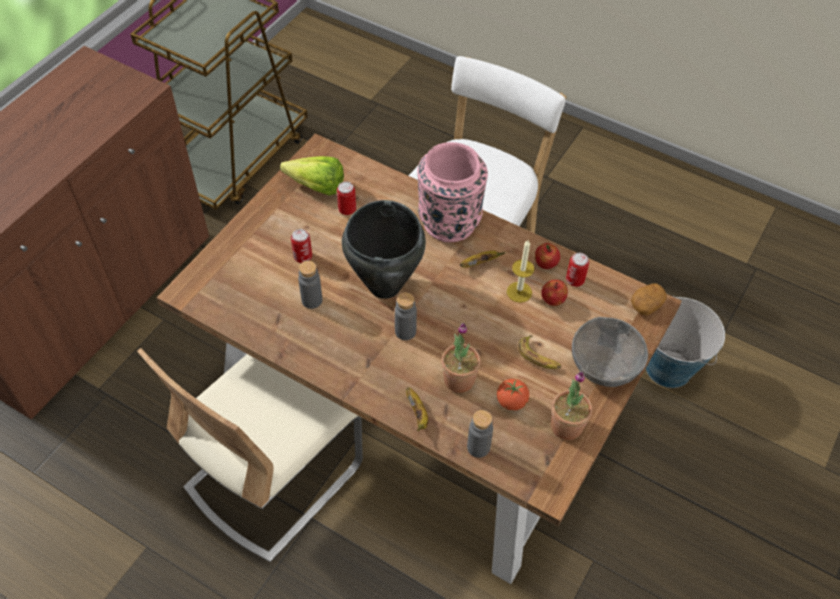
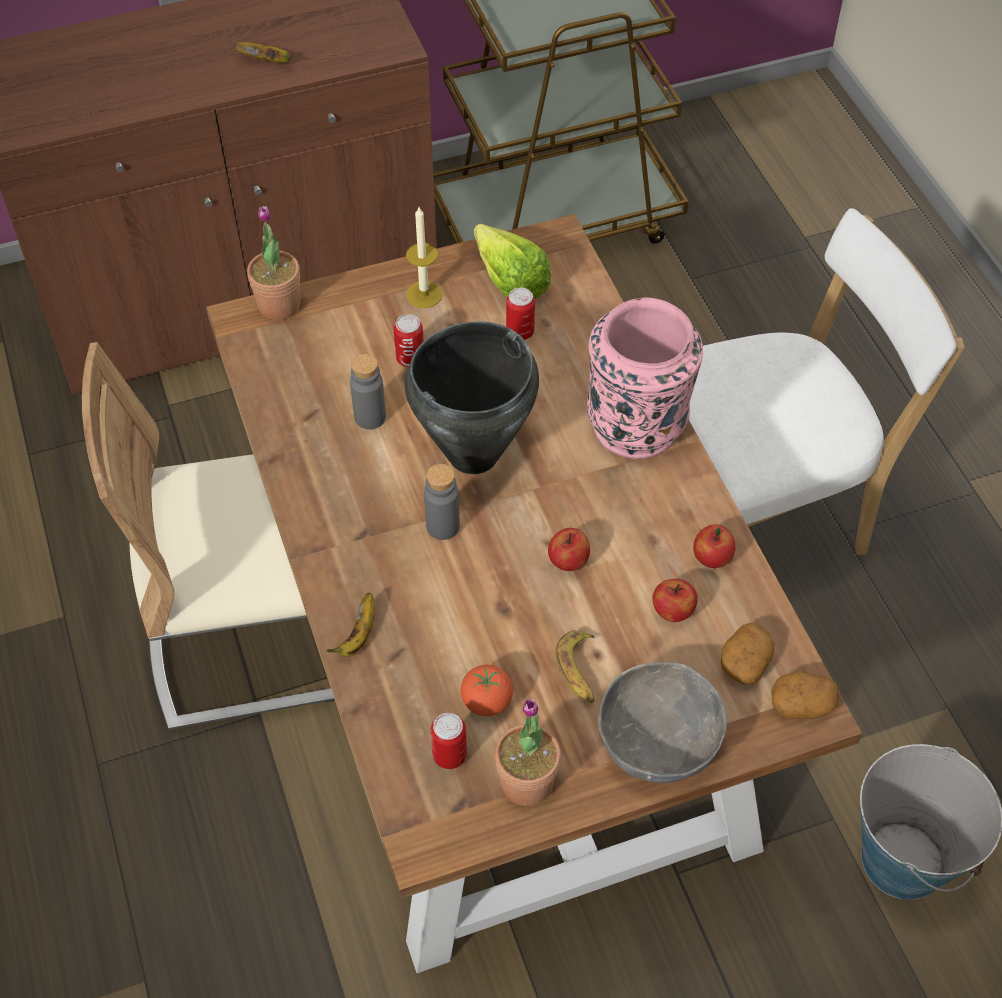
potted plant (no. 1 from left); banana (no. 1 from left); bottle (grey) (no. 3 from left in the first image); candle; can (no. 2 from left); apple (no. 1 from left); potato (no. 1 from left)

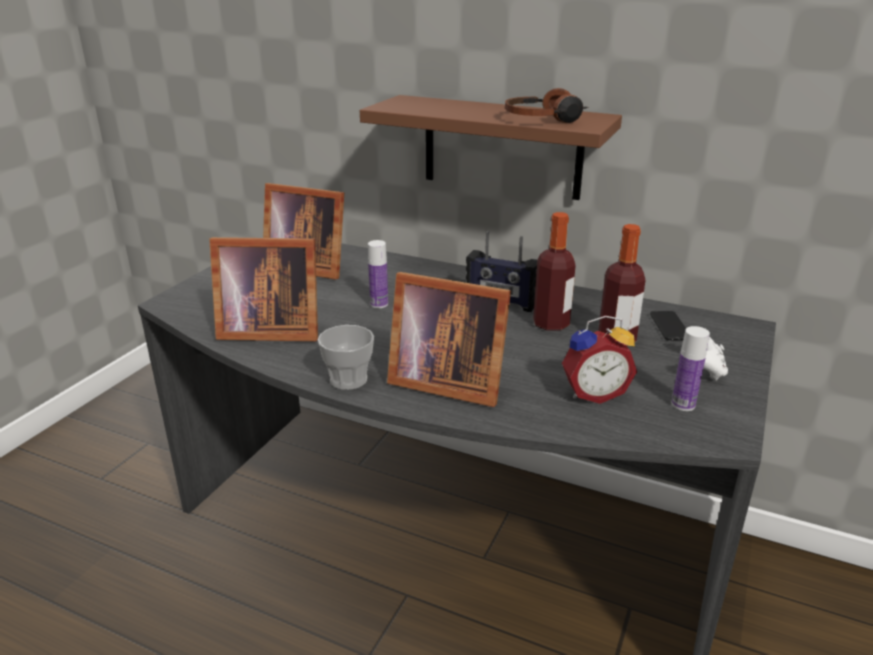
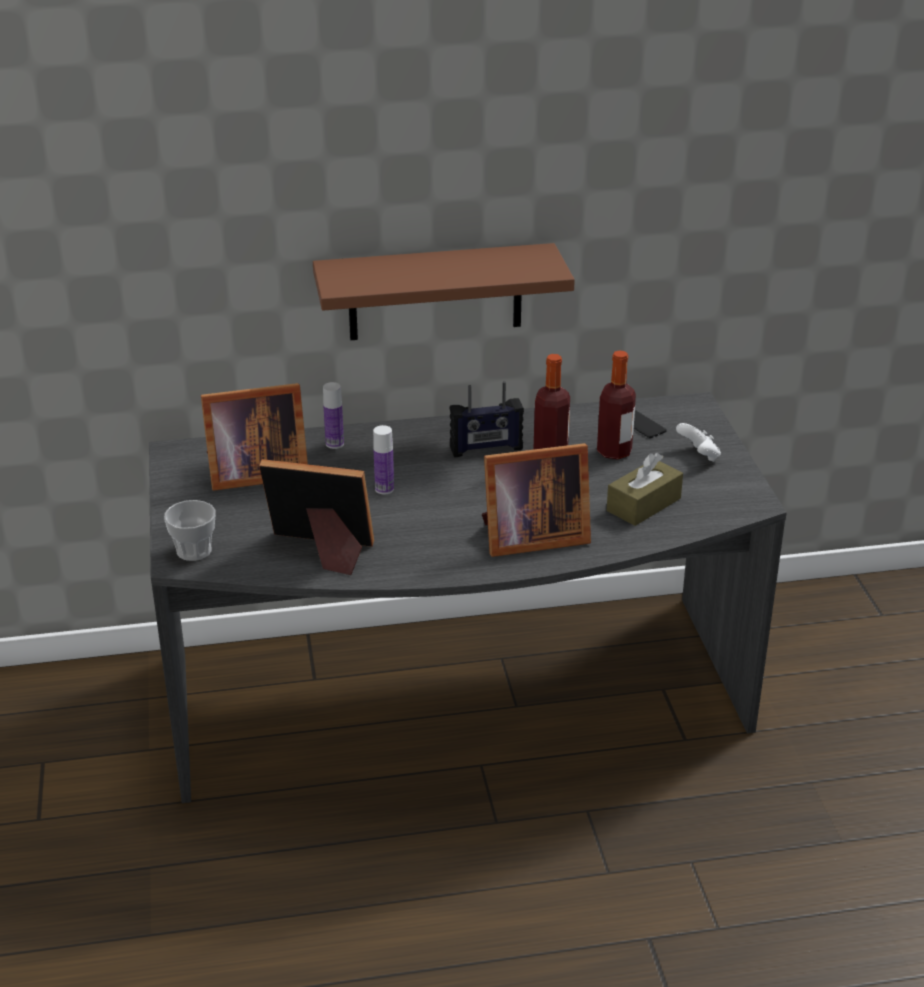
picture frame (no. 2 from left); cup; headphones; tissue box (brown); bottle (no. 1 from left)

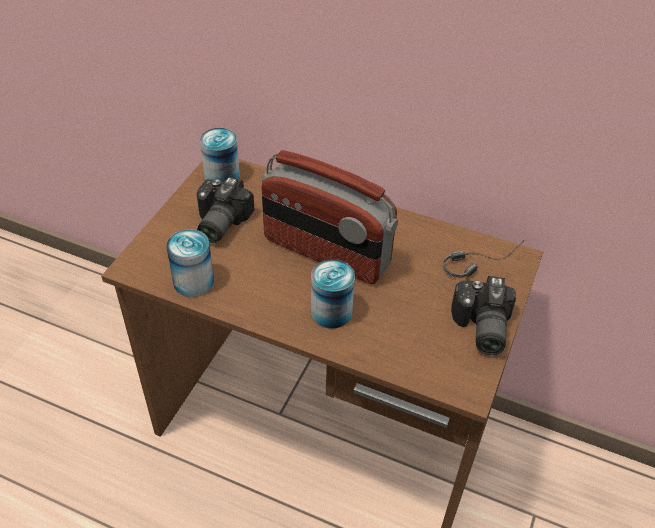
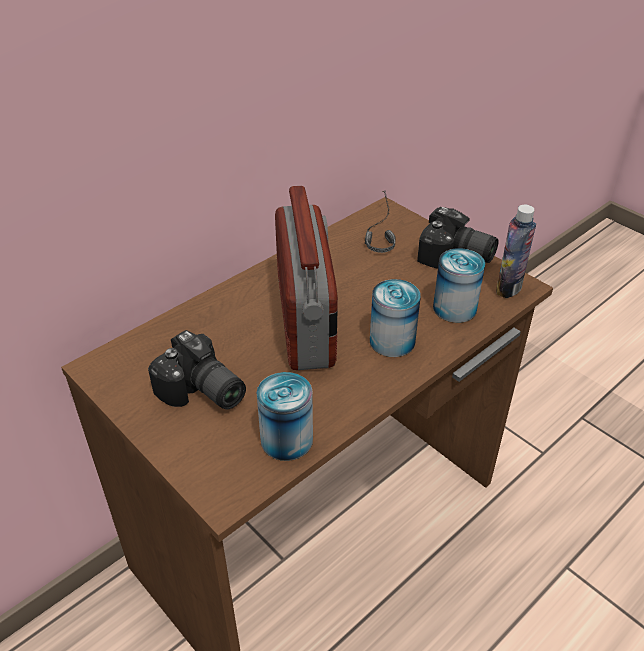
can (no. 3 from left); radio; bottle

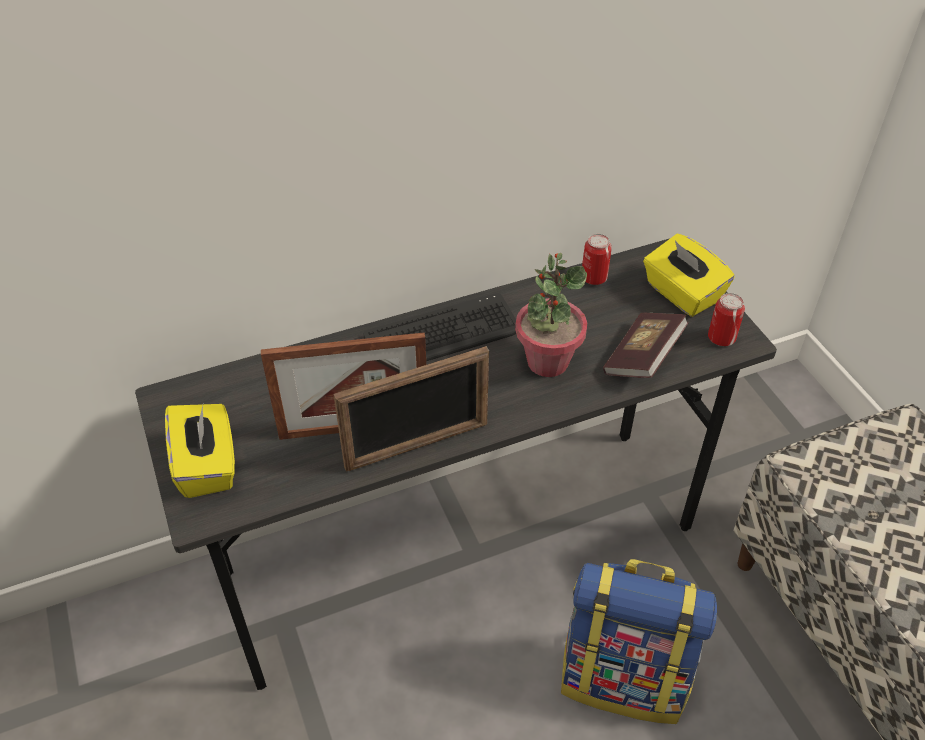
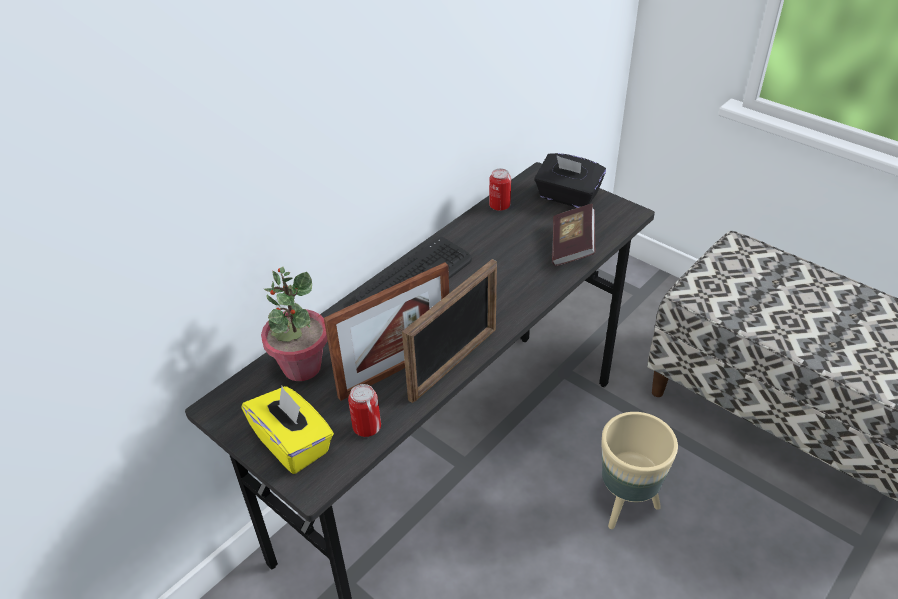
potted plant; planter (beige); tissue box (black); can (no. 1 from left)

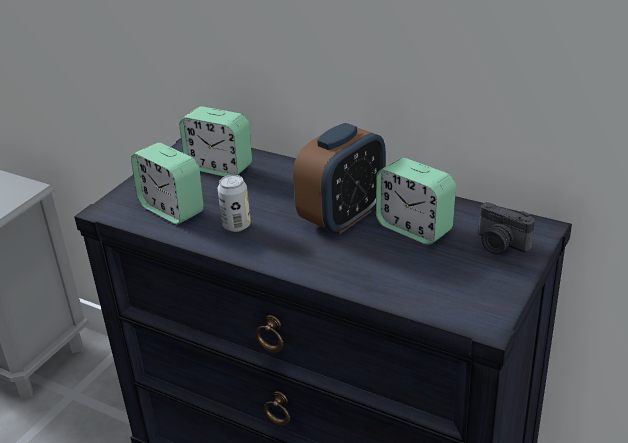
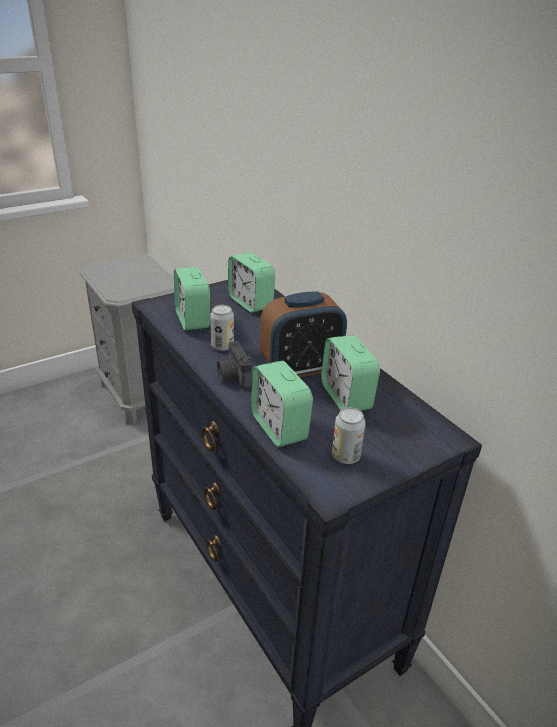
photo camera; alarm clock (no. 3 from left); can (no. 2 from left)

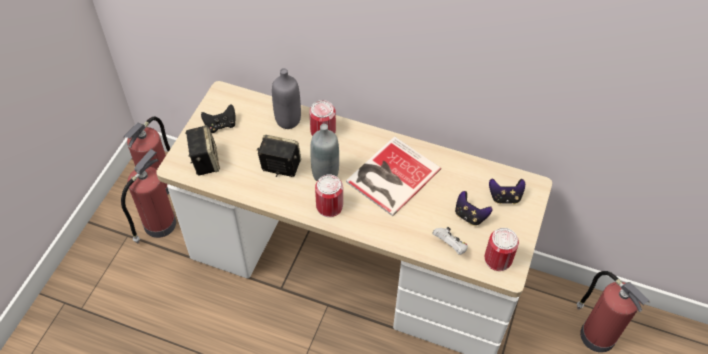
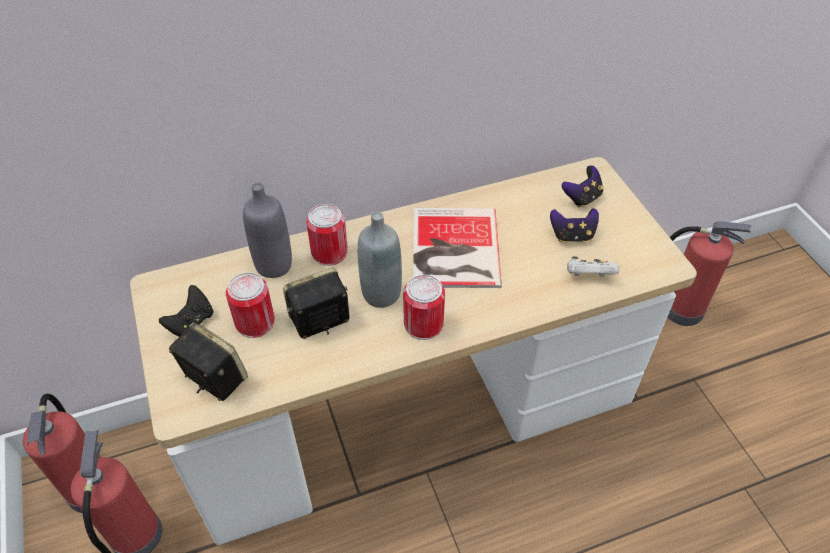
can (no. 1 from left)

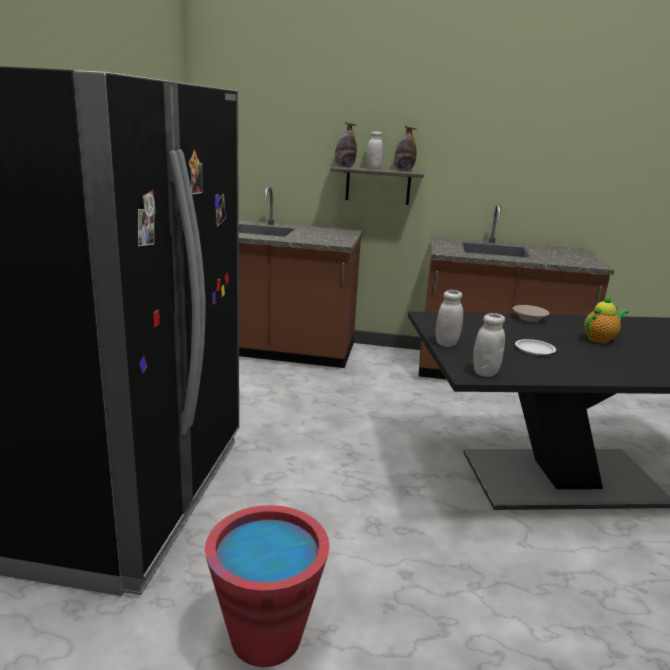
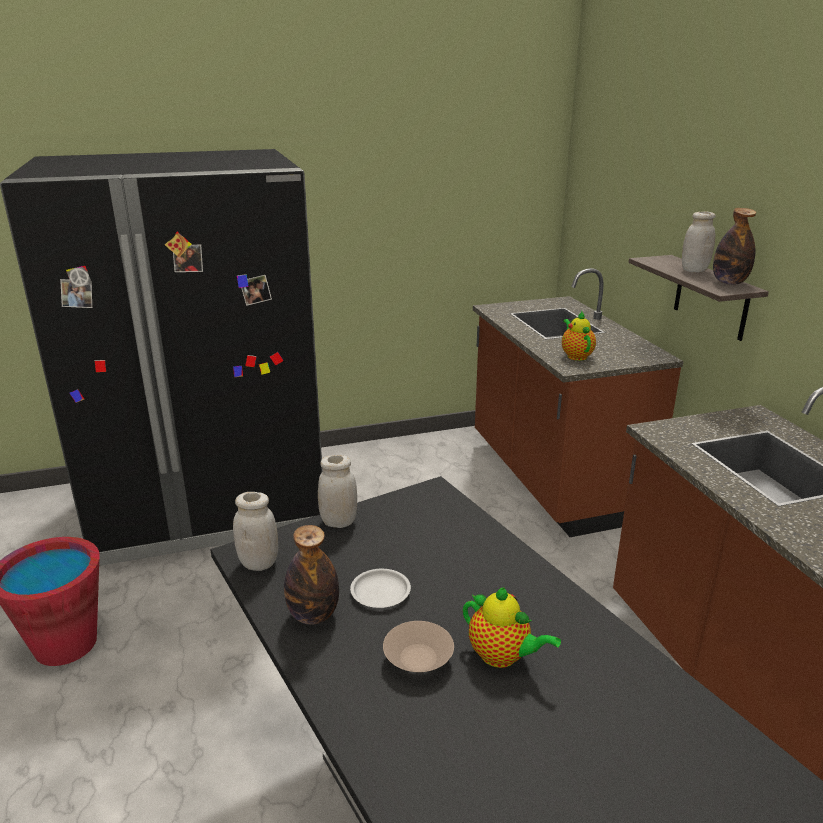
bottle (no. 1 from left); bowl (beige); teapot (no. 2 from left)

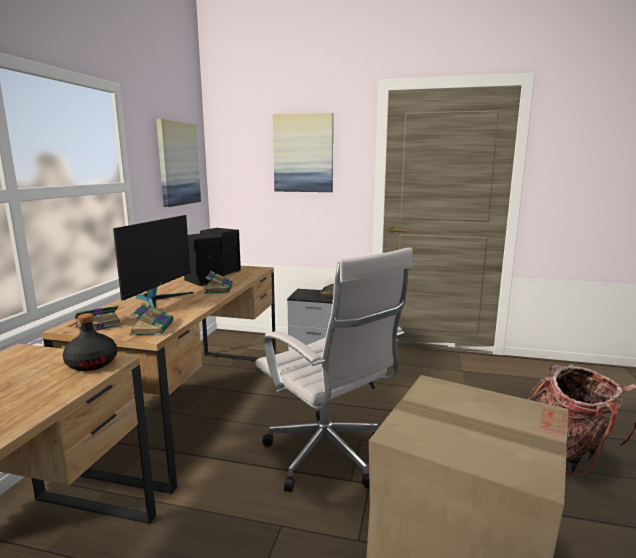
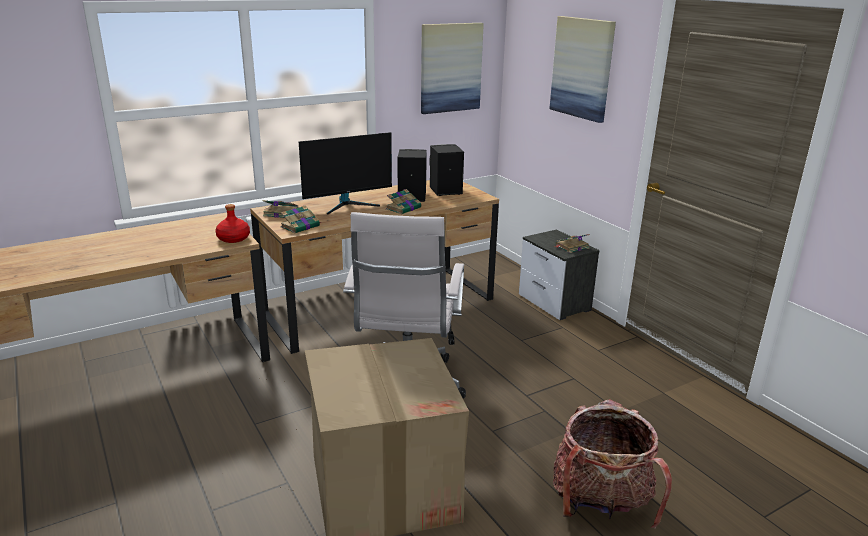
bottle (red)

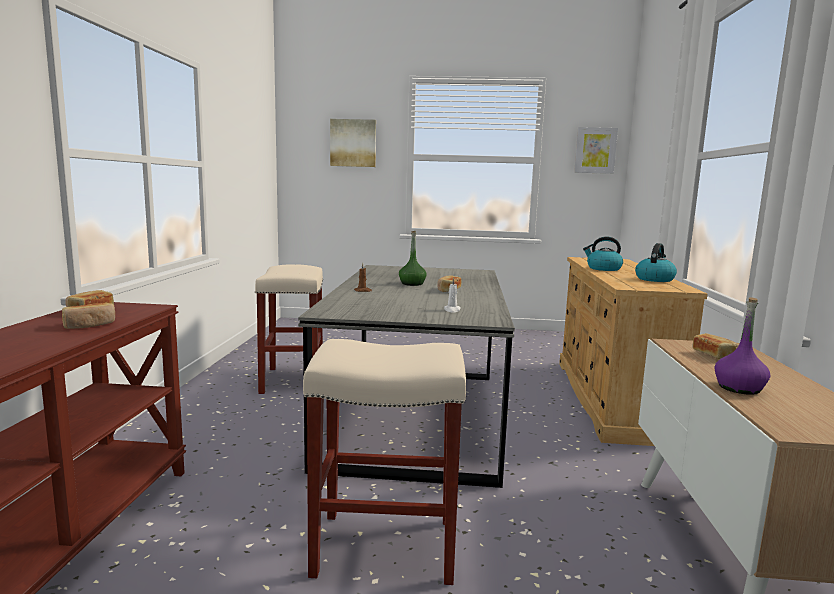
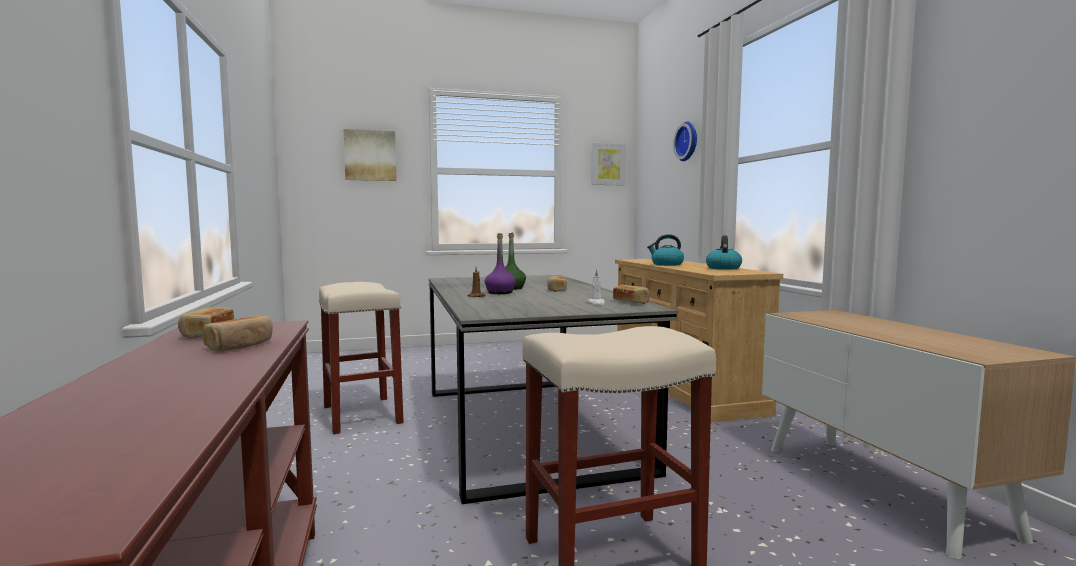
bread (no. 4 from left); bottle (purple); wall clock

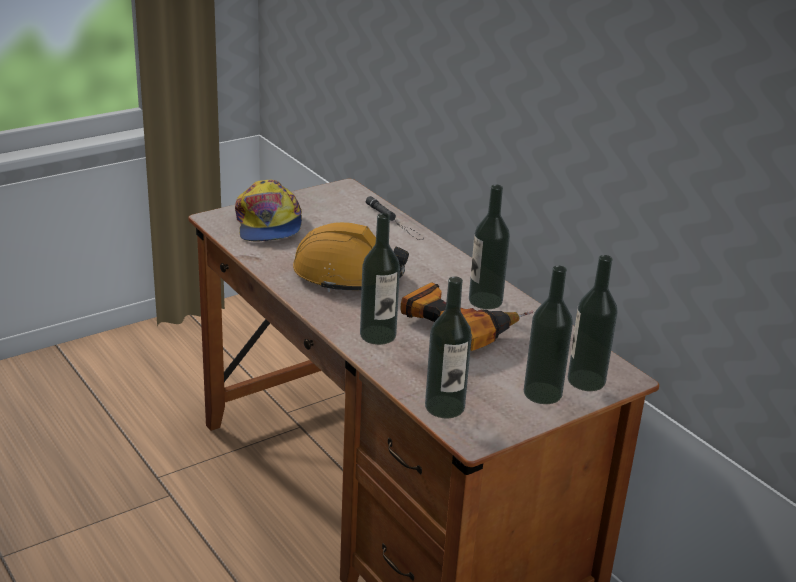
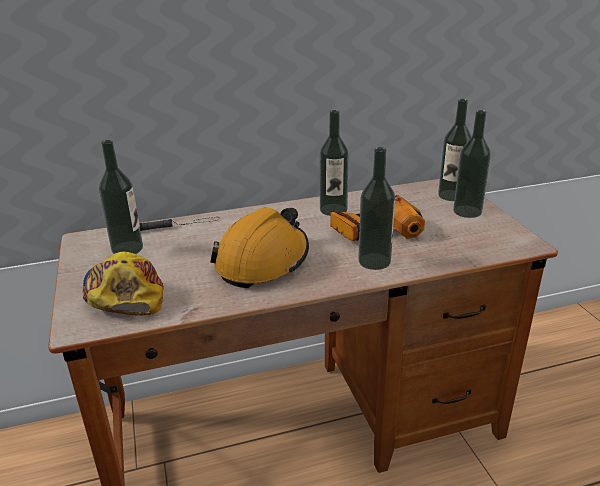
cap; bottle (no. 1 from left)

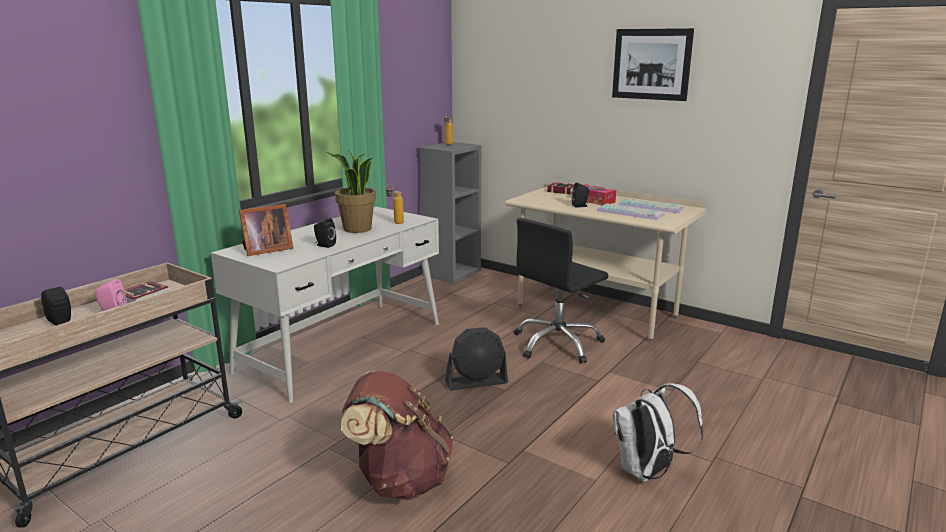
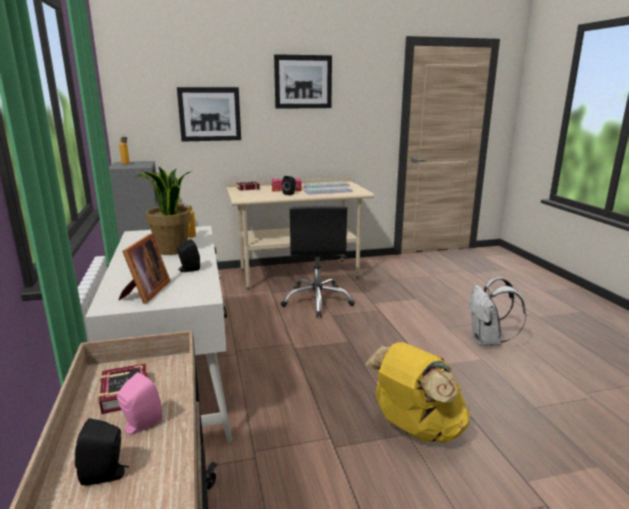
backpack (yellow); fan (black); picture (no. 1 from left)

